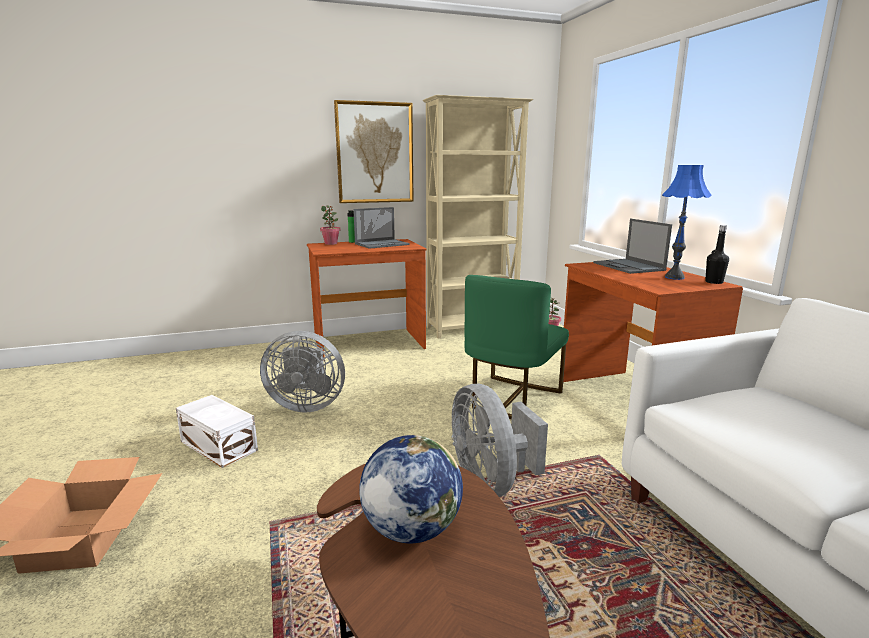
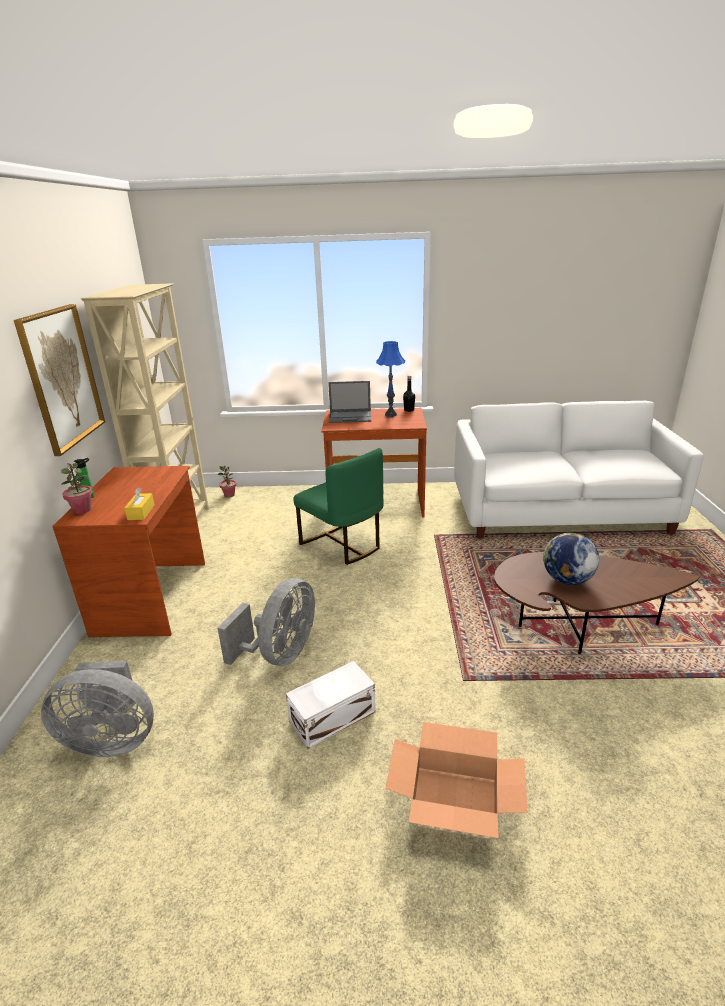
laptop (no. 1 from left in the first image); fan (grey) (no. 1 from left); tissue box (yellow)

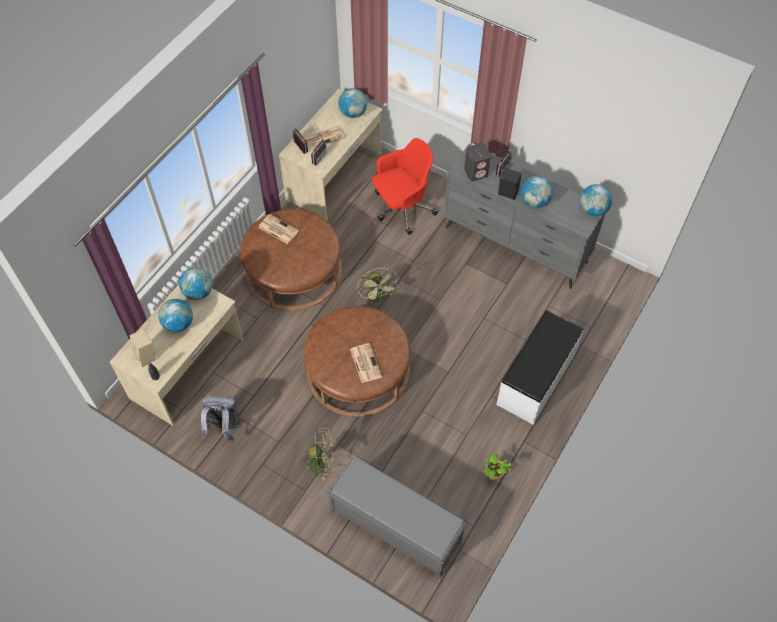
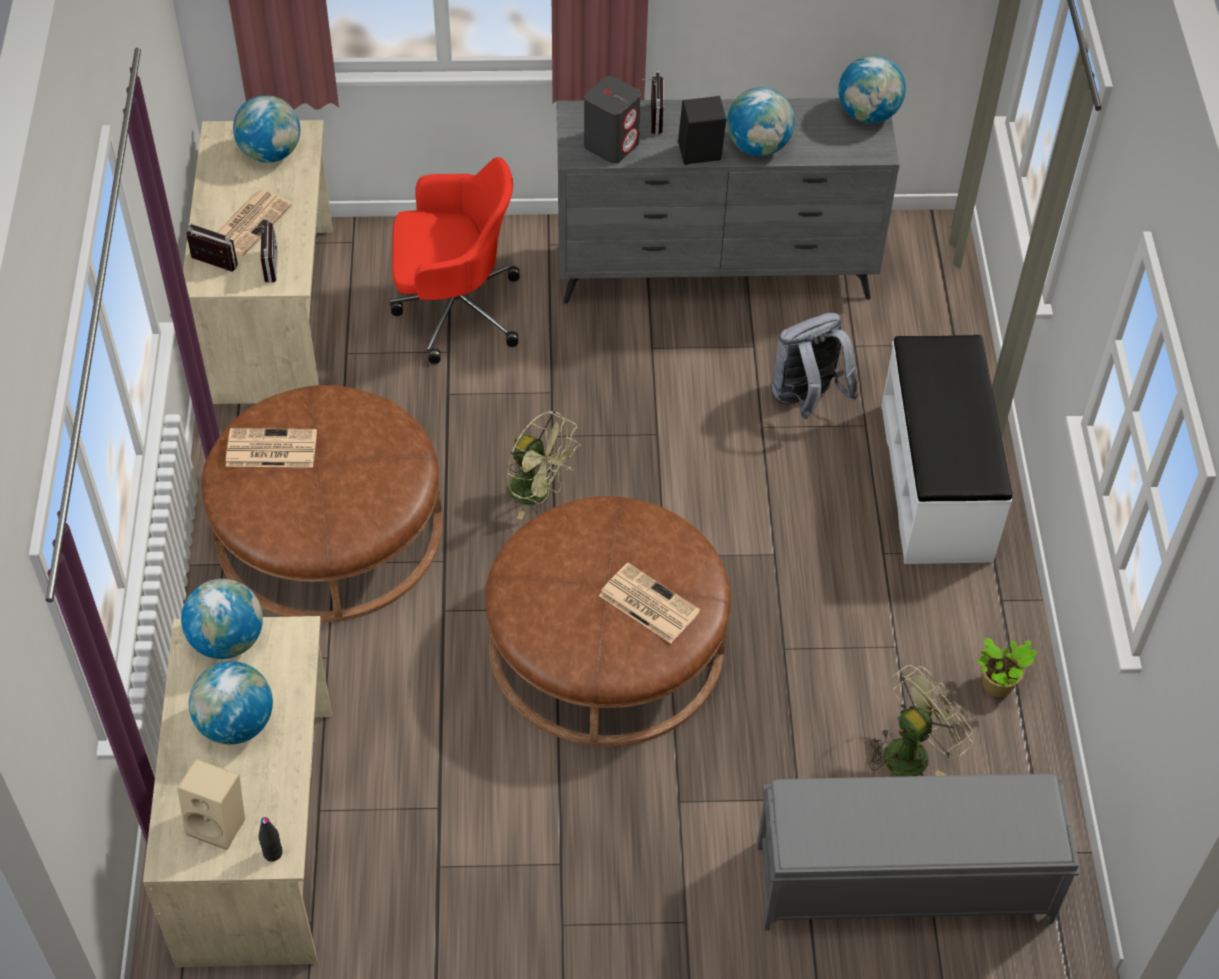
backpack (grey); fan (green) (no. 2 from left); office chair (red)

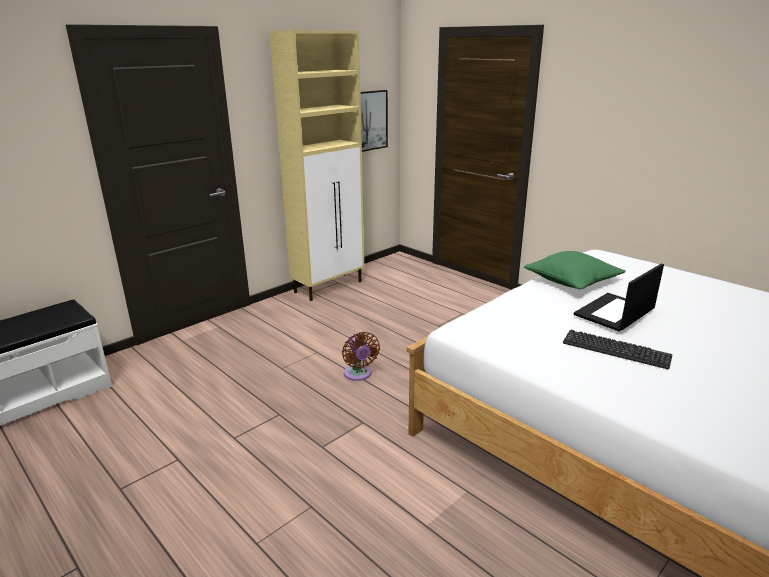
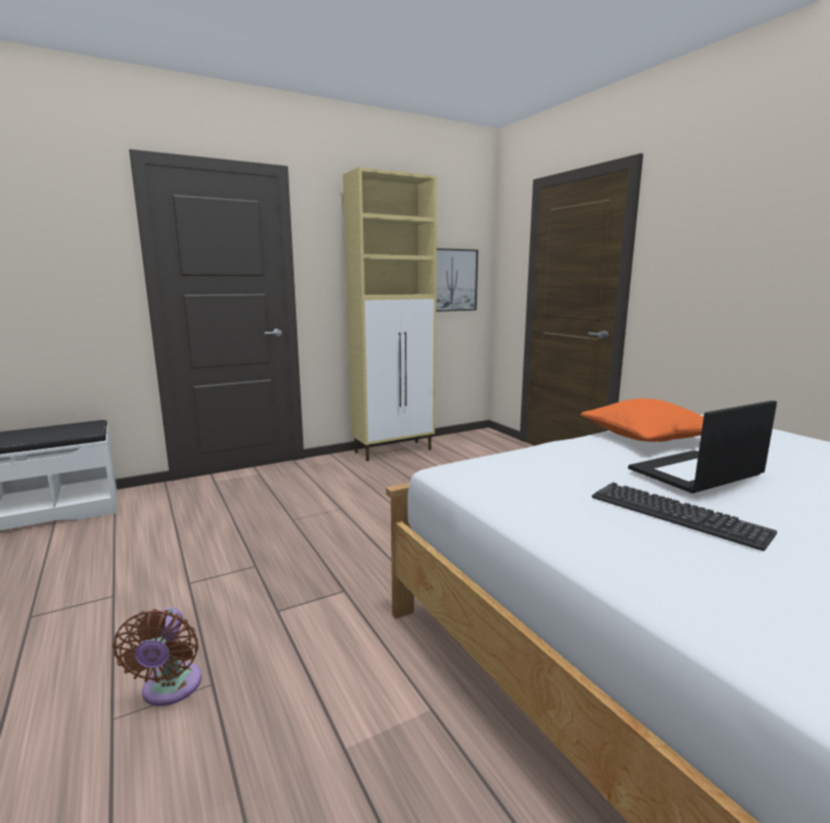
fan (brown); pillow (orange)

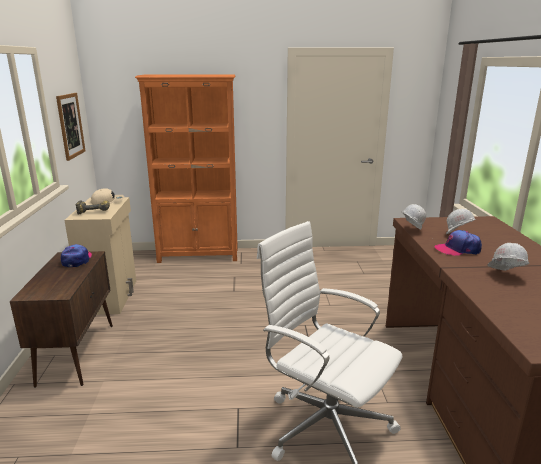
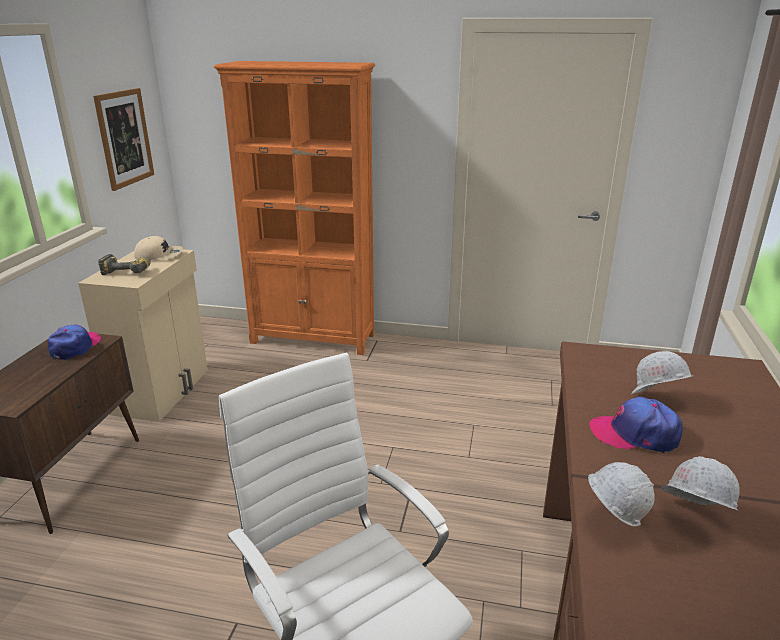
hard hat (white) (no. 1 from left)

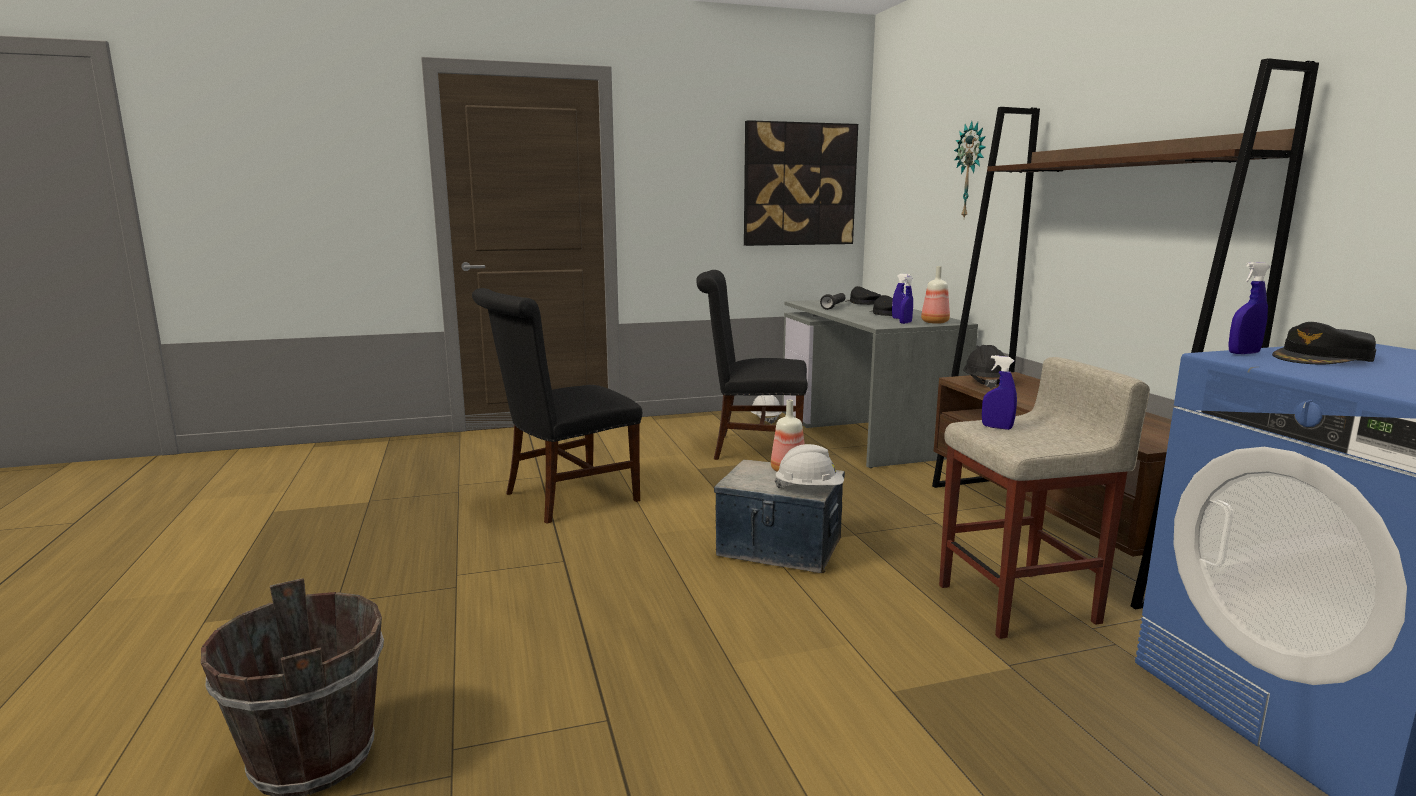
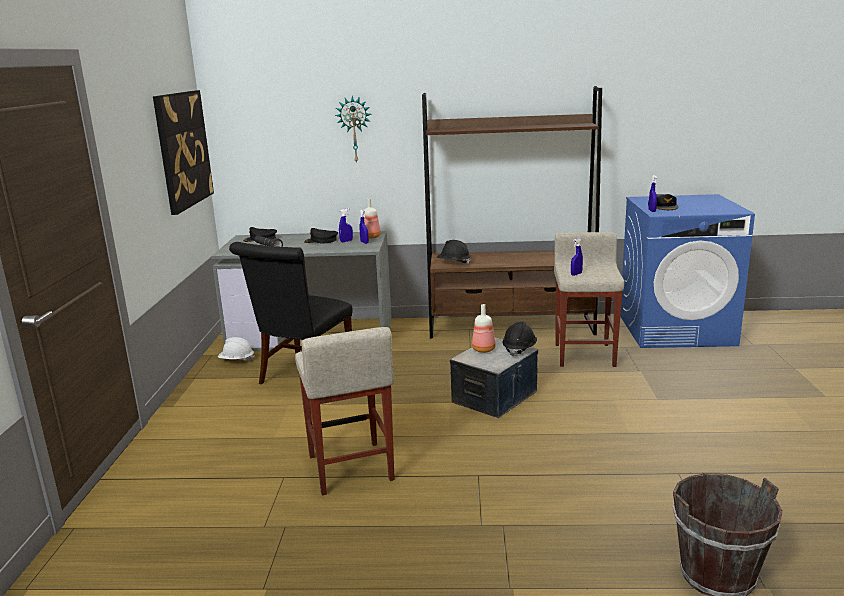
stool (beige) (no. 1 from left); hard hat (black) (no. 2 from left)

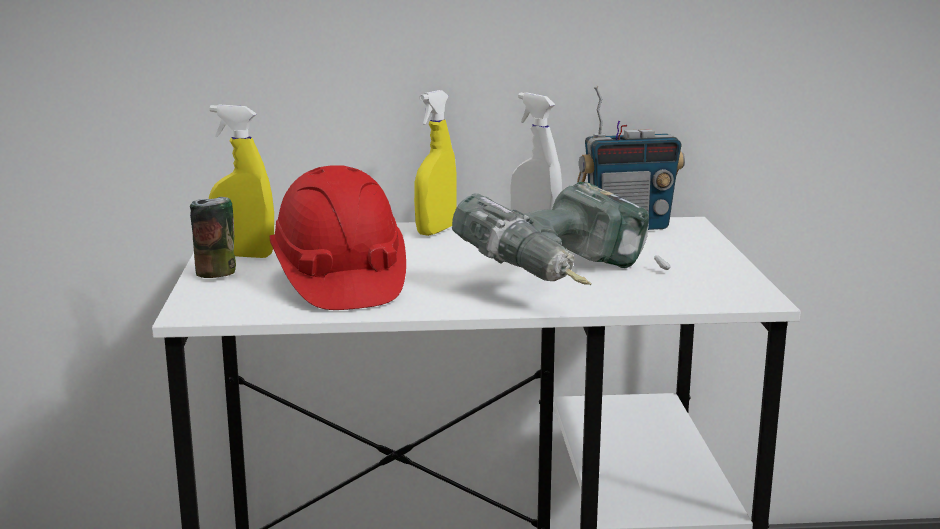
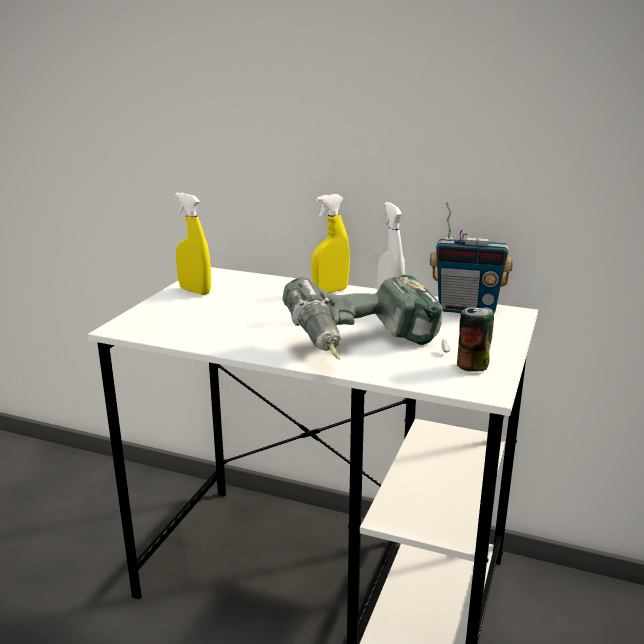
can; hard hat (red)

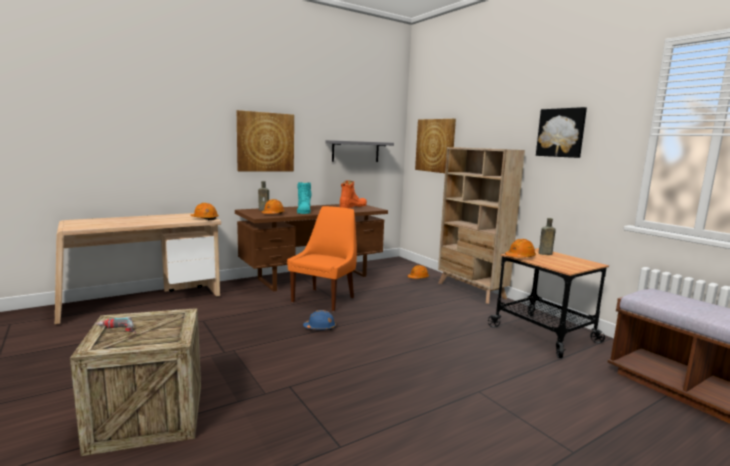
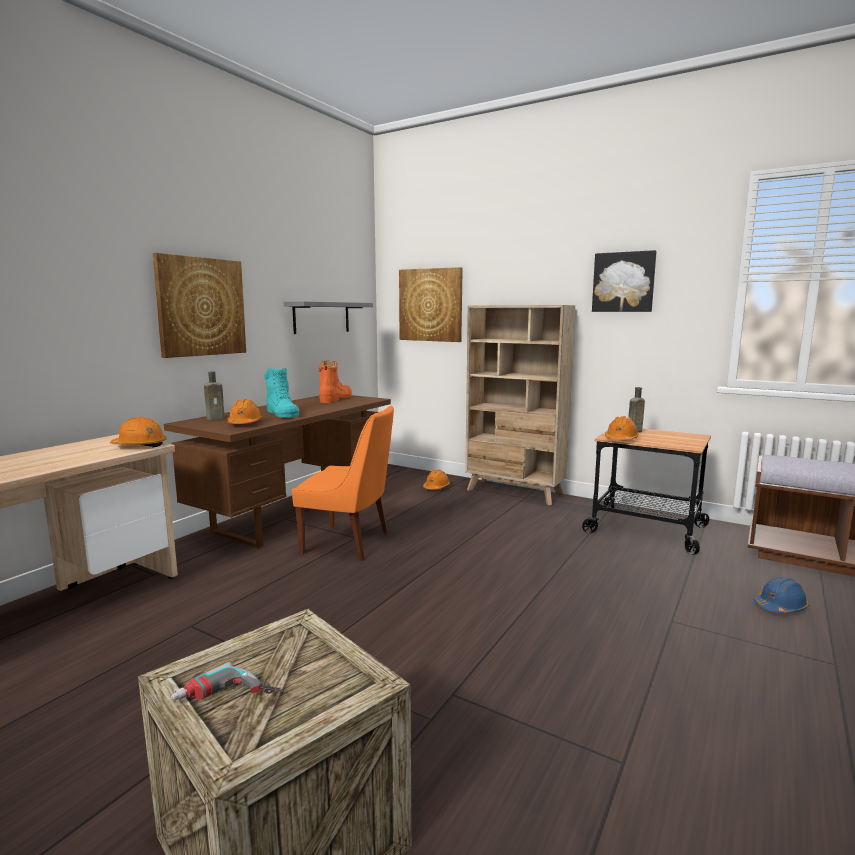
chair (orange); hard hat (blue)

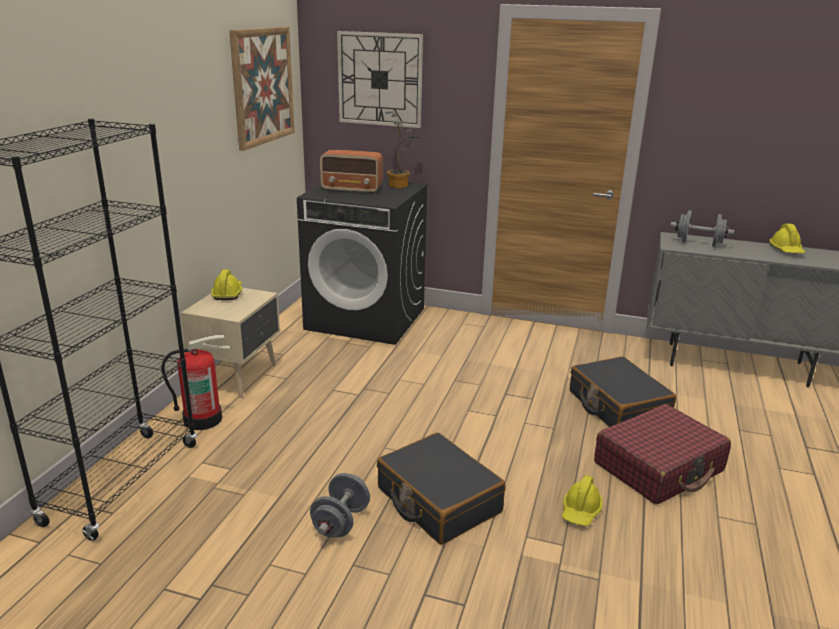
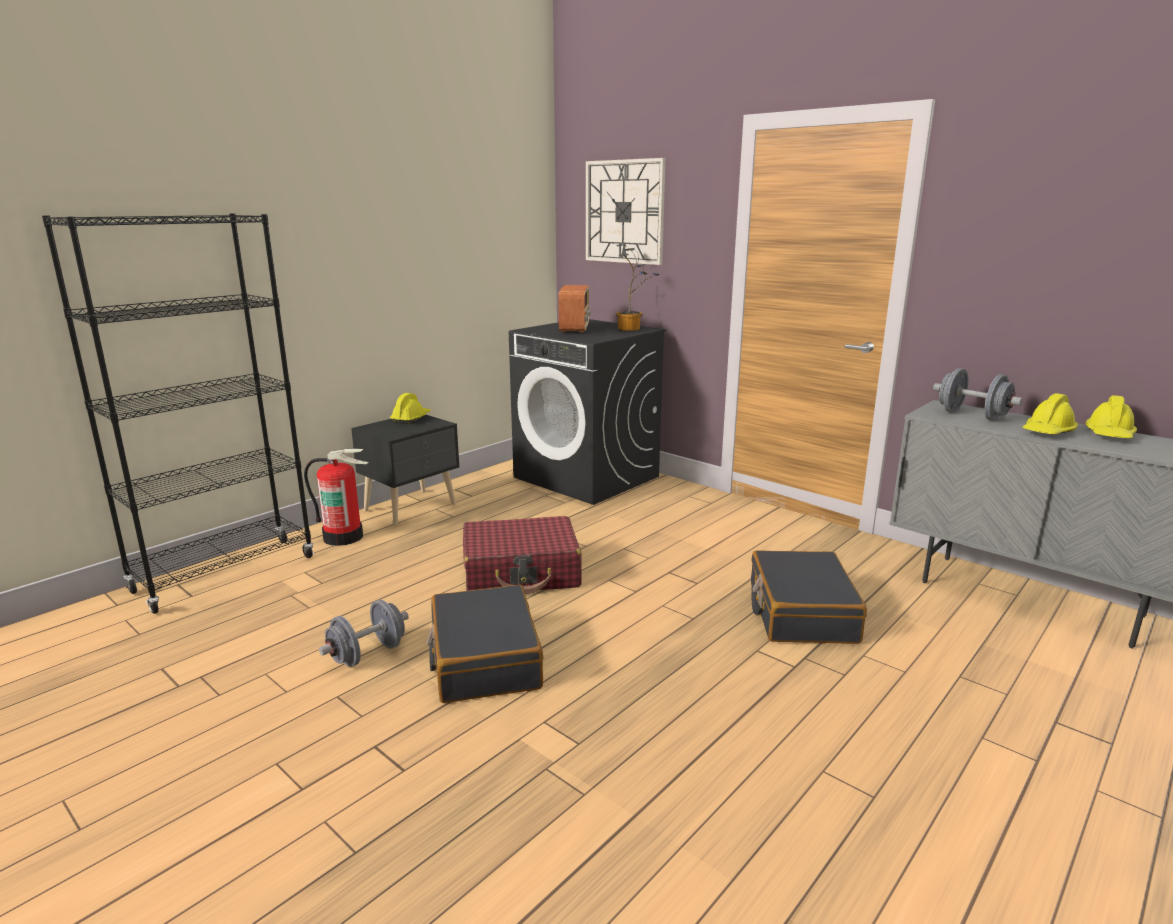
nightstand (black); picture; radio; hard hat (yellow) (no. 2 from left); suitcase (red)

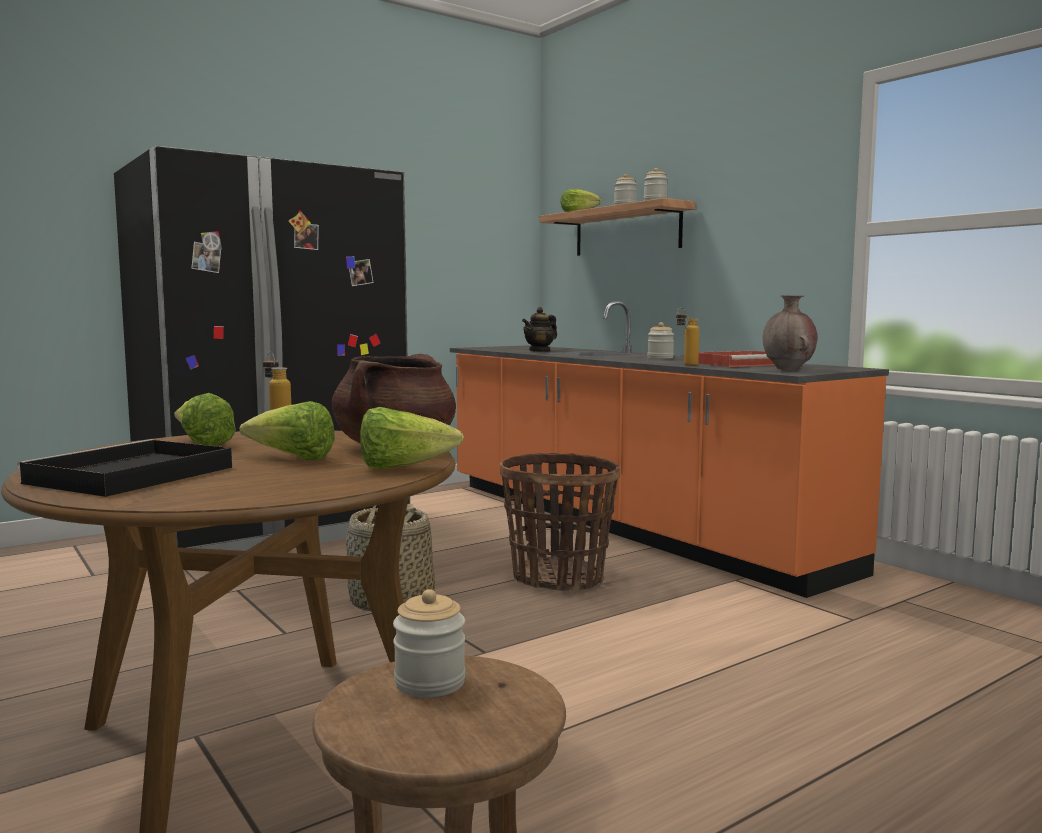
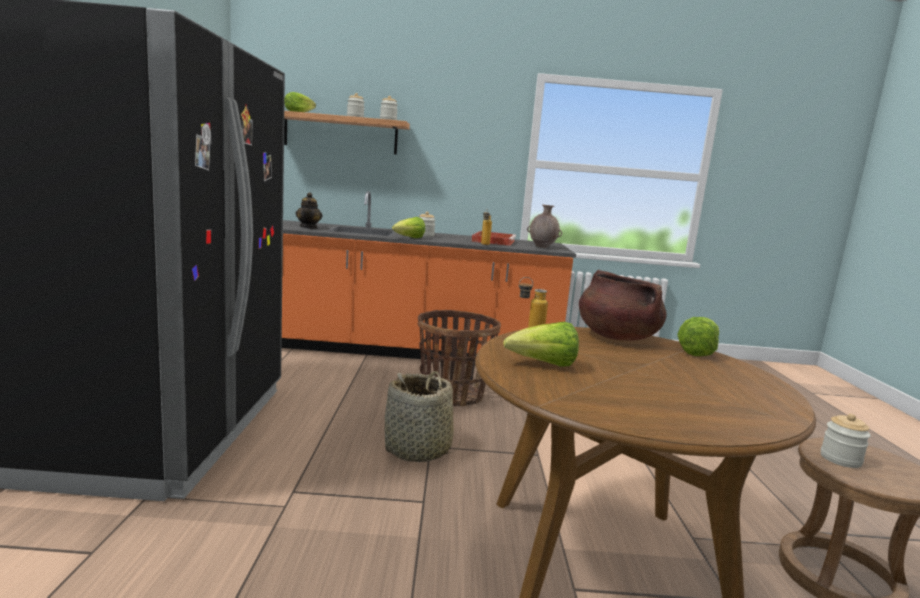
tray (black); lettuce (no. 2 from left)

